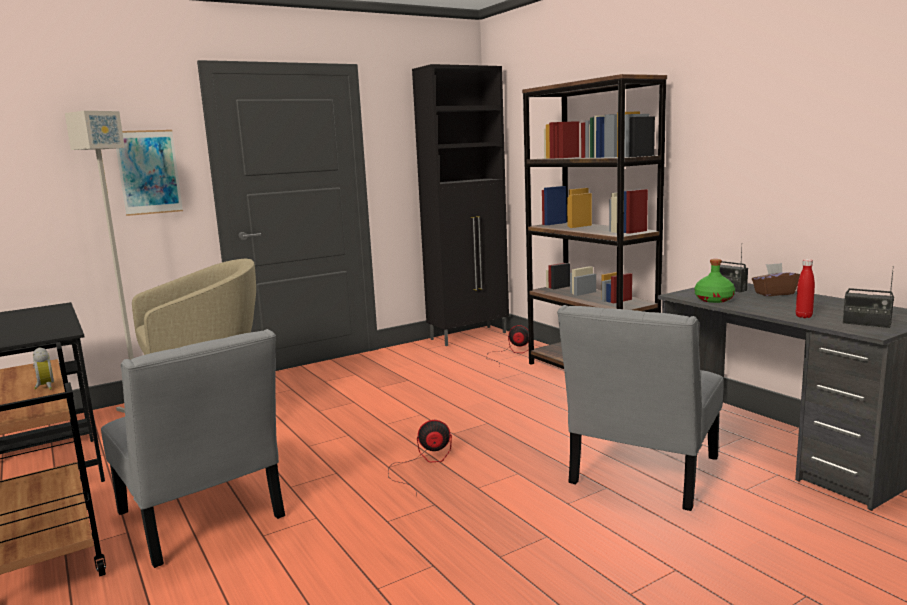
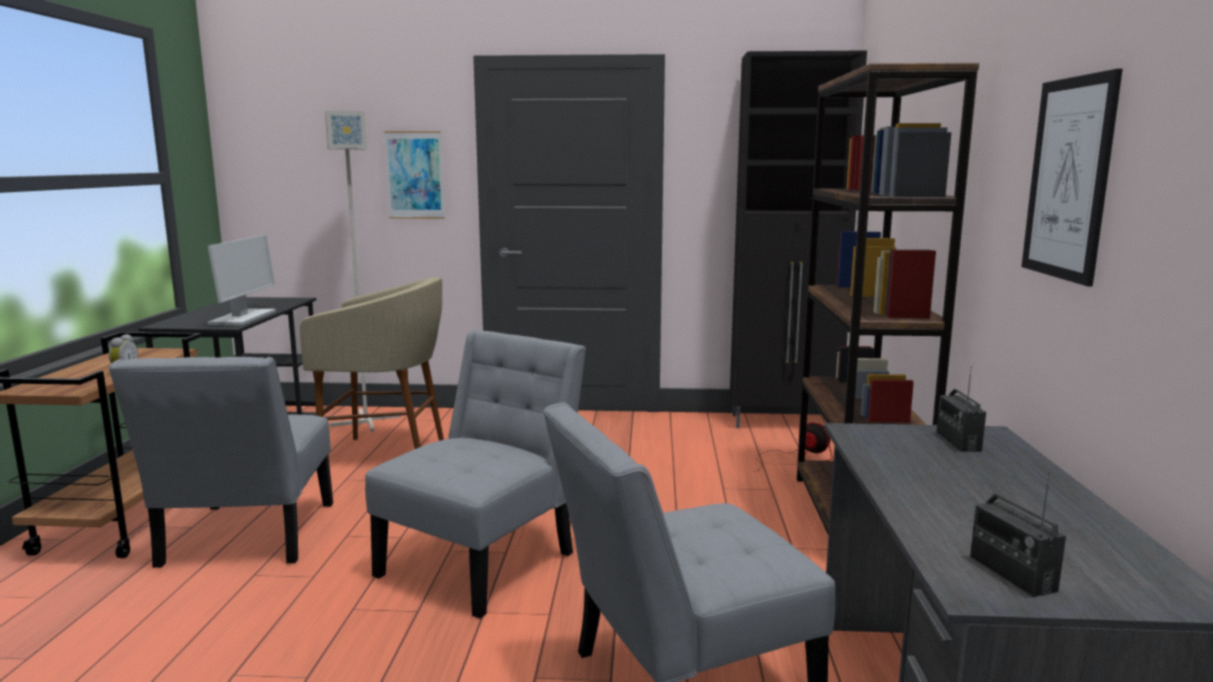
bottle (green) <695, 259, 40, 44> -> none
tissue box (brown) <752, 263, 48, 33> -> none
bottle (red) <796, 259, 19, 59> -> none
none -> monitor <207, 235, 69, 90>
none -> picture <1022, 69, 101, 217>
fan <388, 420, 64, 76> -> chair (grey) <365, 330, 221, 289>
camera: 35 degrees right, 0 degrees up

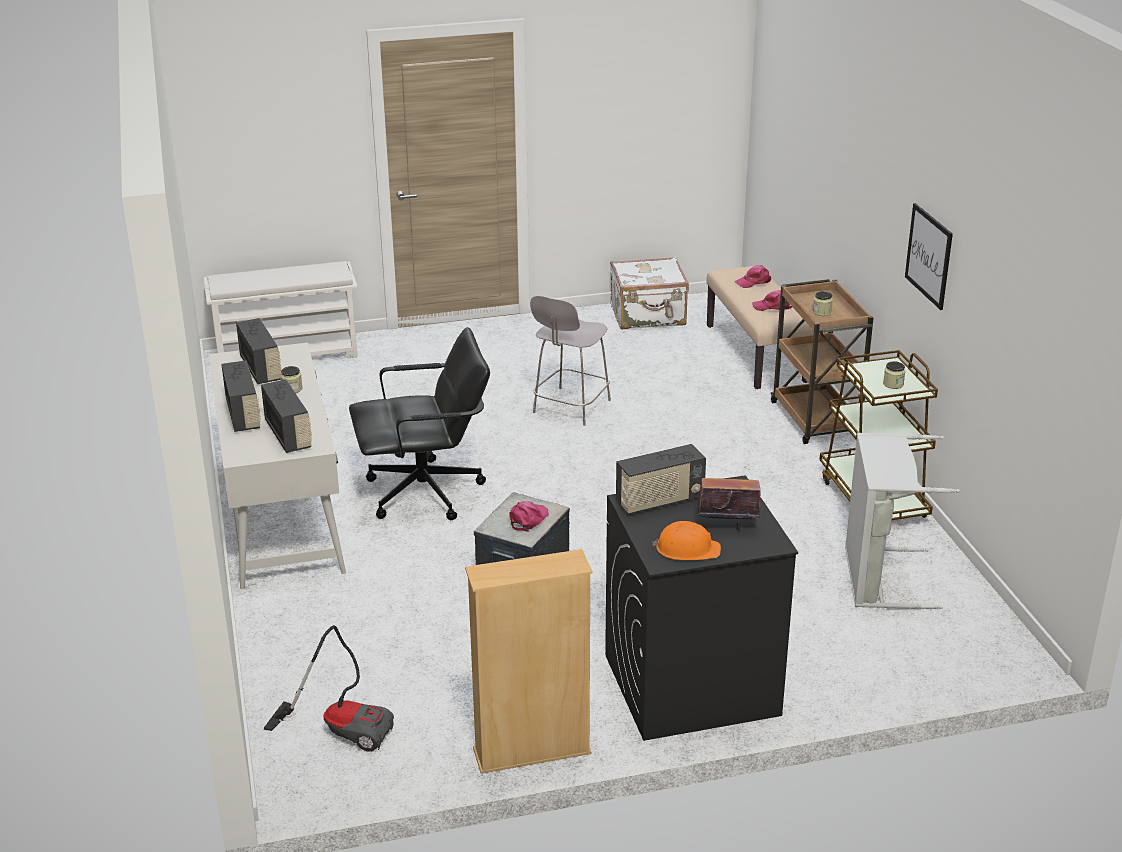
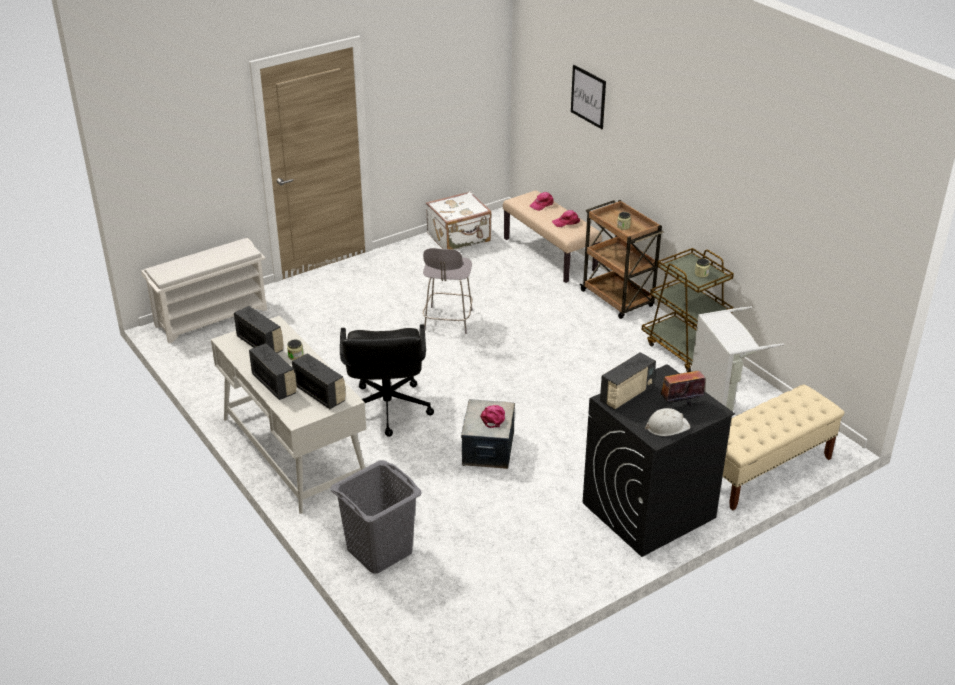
vacuum cleaner <264, 625, 130, 127> -> none
bookcase (beige) <465, 549, 128, 225> -> none
none -> laundry basket (grey) <330, 460, 92, 114>
none -> bench (beige) <723, 384, 122, 127>
picture <905, 203, 48, 107> -> picture <571, 65, 35, 64>, relocated
hard hat (orange) <652, 521, 69, 39> -> hard hat (white) <645, 408, 45, 28>
office chair (black) <349, 327, 141, 193> -> office chair (black) <340, 324, 94, 113>, 120 degrees clockwise
camera: 20 degrees left, 5 degrees up

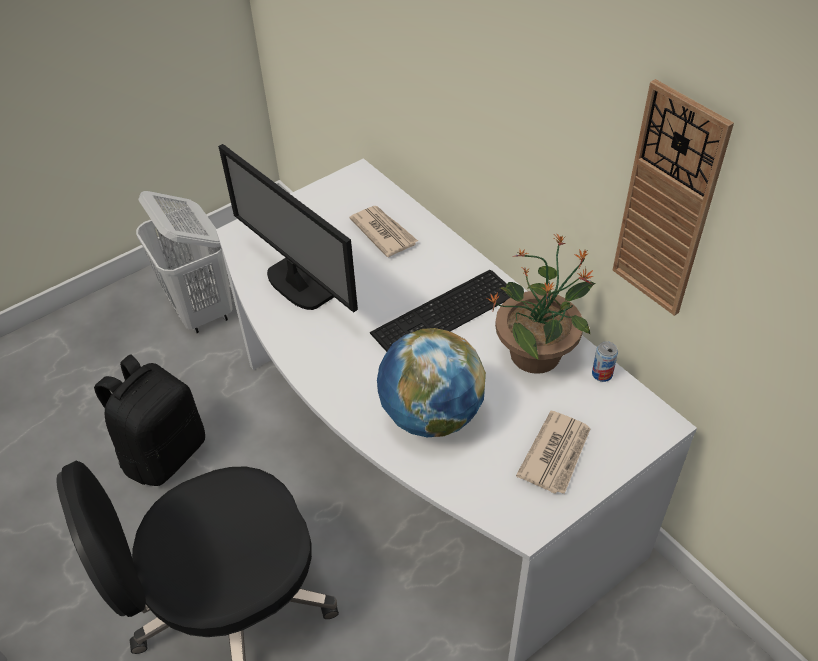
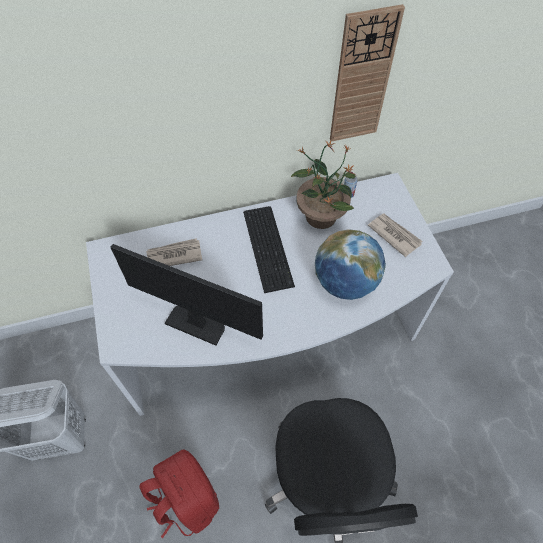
backpack (black) <94, 354, 111, 132> -> backpack (red) <139, 450, 80, 88>
monitor <218, 144, 140, 169> -> monitor <110, 244, 153, 101>, 135 degrees counterclockwise
camera: 70 degrees left, 10 degrees up

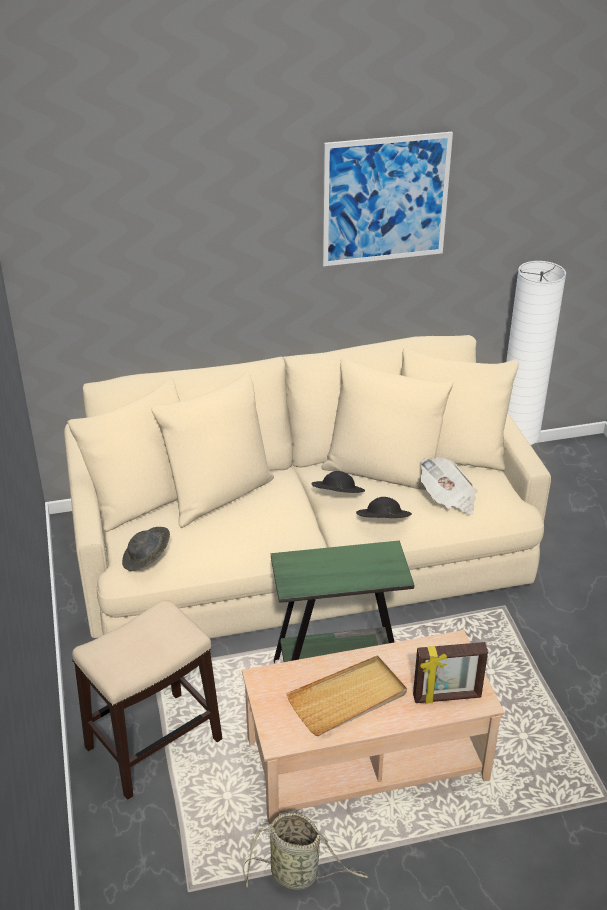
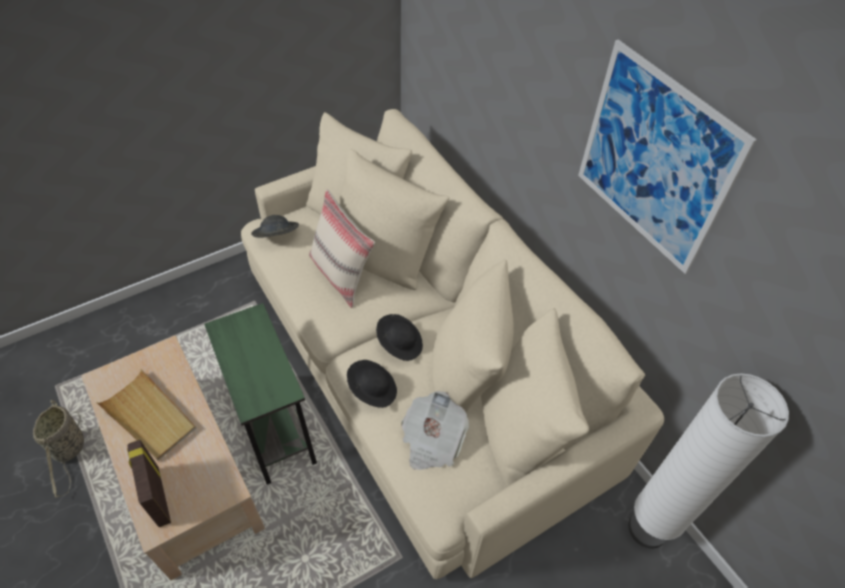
stool <72, 600, 150, 200> -> none
none -> pillow (beige) <309, 189, 66, 119>
camera: 70 degrees right, 15 degrees up

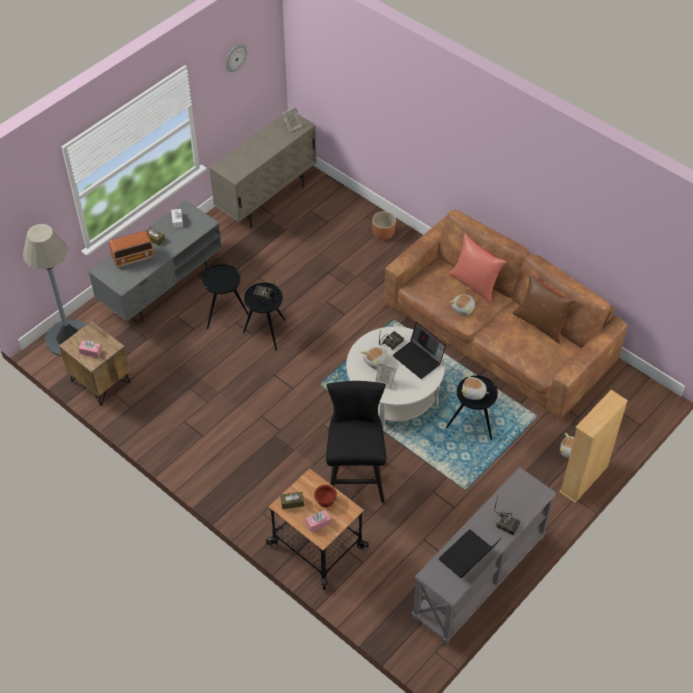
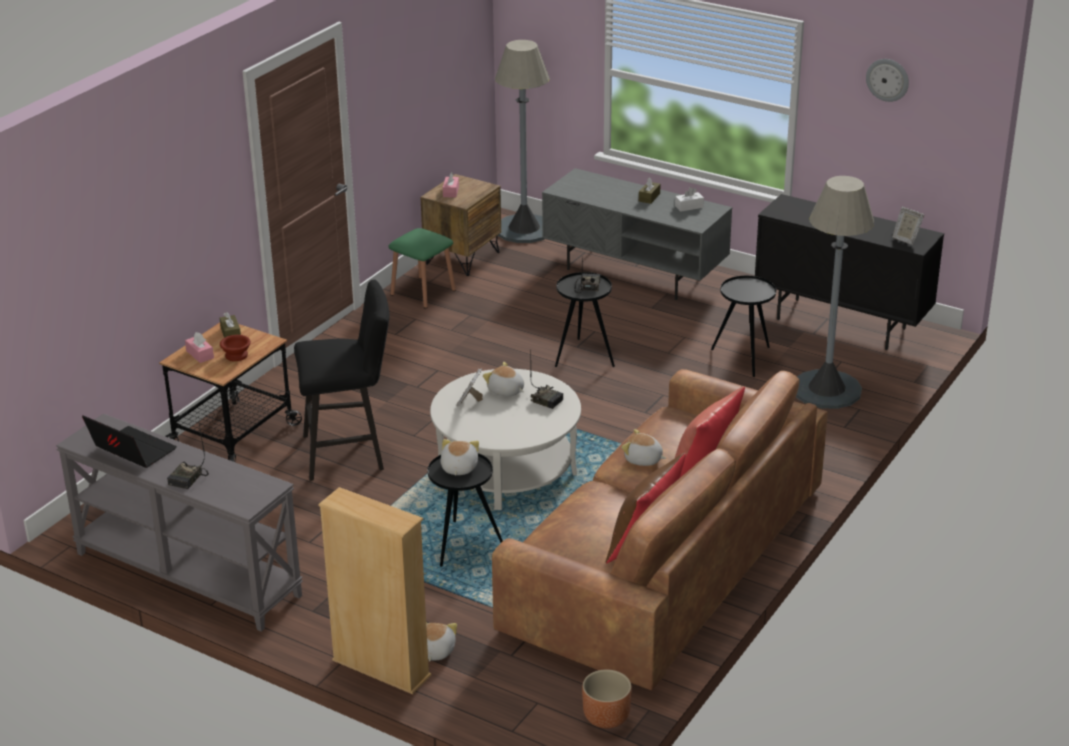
radio <109, 231, 45, 36> -> none
laptop <392, 322, 54, 57> -> none
none -> stool (green) <388, 228, 68, 81>
none -> floor lamp (grey) <796, 176, 78, 233>
side table (black) <202, 264, 47, 65> -> side table (black) <711, 276, 65, 101>, relocated
planter (brown) <372, 211, 24, 29> -> planter (brown) <582, 669, 50, 60>, relocated
cabinet (beige) <209, 115, 108, 113> -> cabinet (black) <755, 194, 189, 156>
camera: 80 degrees right, 20 degrees down

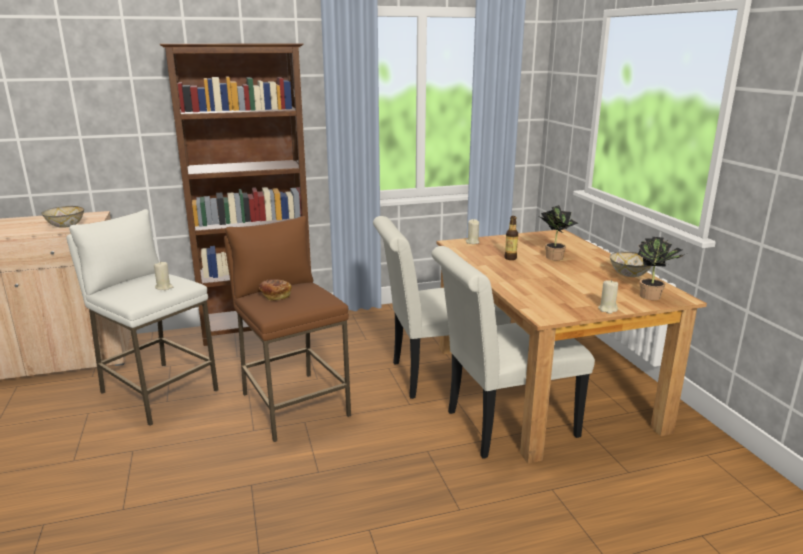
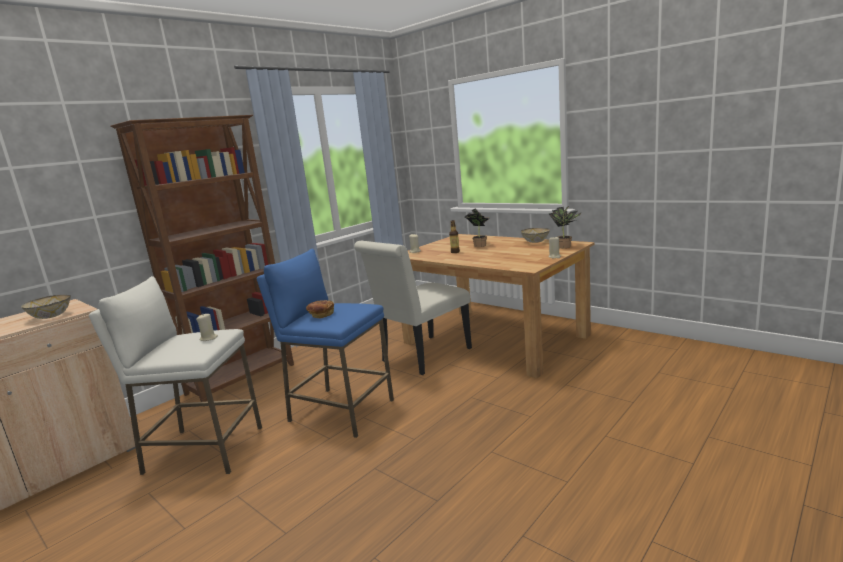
chair (white) <432, 246, 163, 213> -> none
stool (brown) <224, 216, 127, 226> -> stool (blue) <257, 249, 137, 189>
camera: 30 degrees left, 5 degrees down

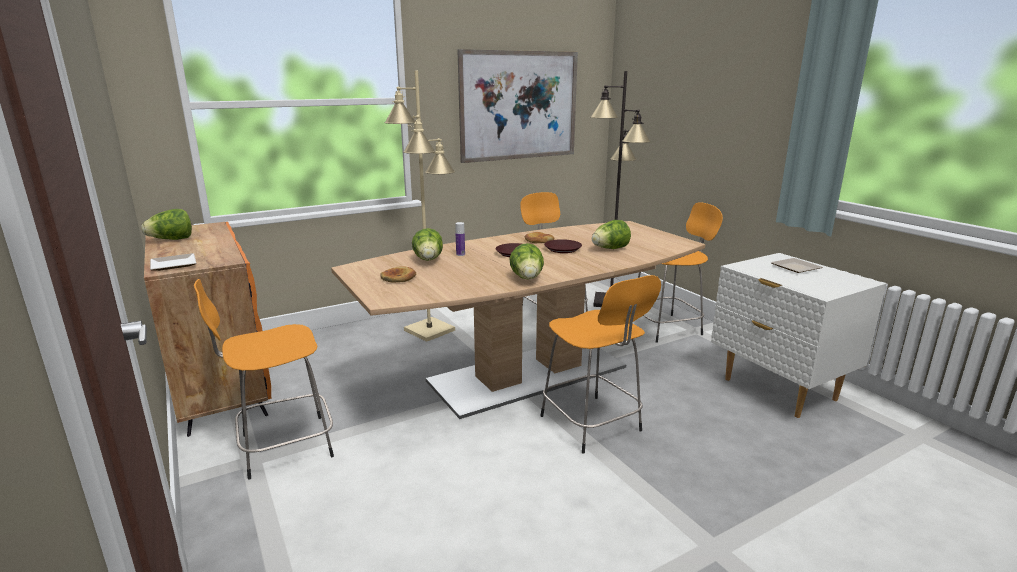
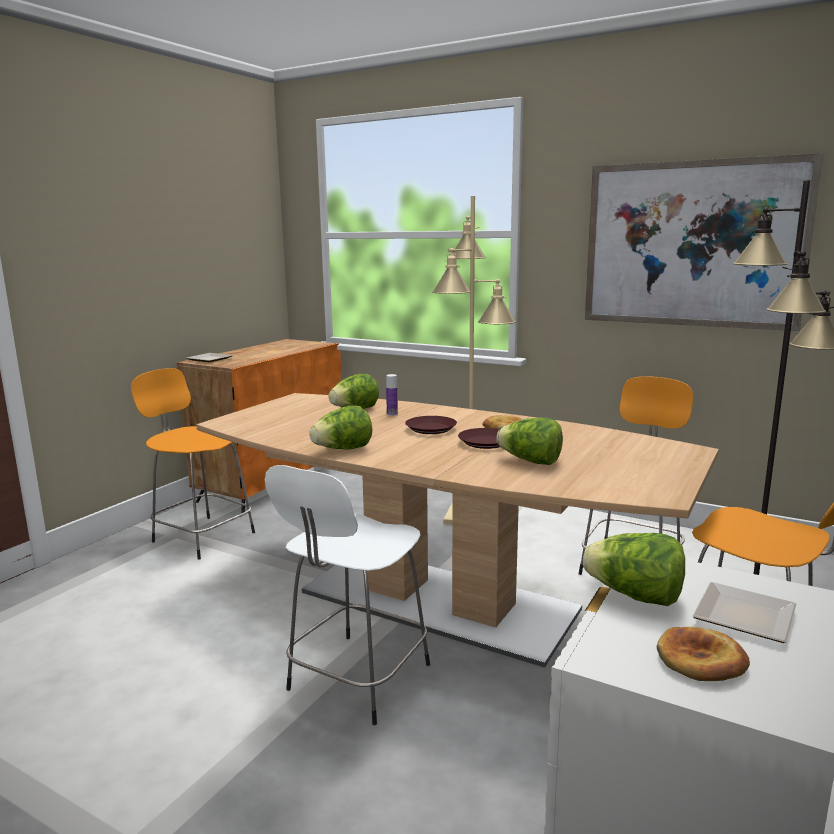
lettuce <142, 209, 50, 31> -> lettuce <583, 533, 102, 73>, relocated
bread <380, 266, 36, 17> -> bread <657, 627, 93, 54>, relocated
stool (orange) <541, 275, 120, 179> -> stool (white) <265, 465, 165, 260>
camera: 60 degrees right, 5 degrees down

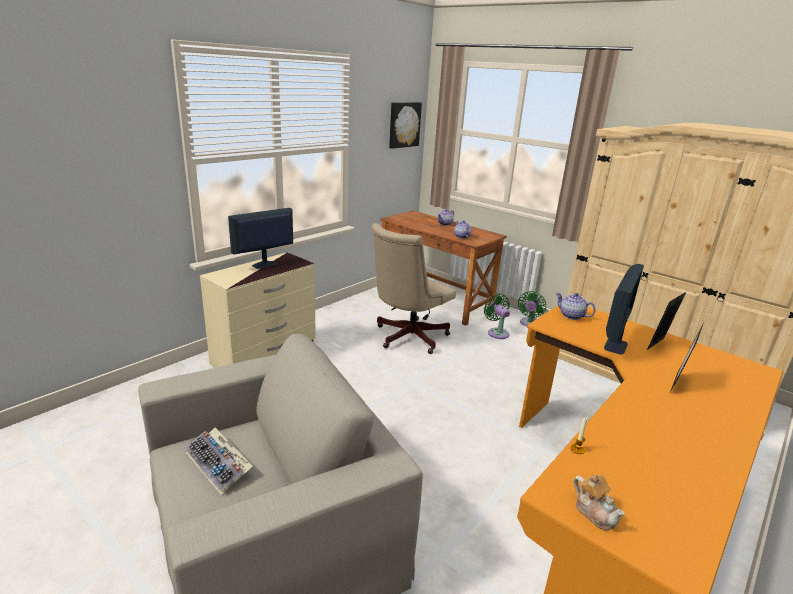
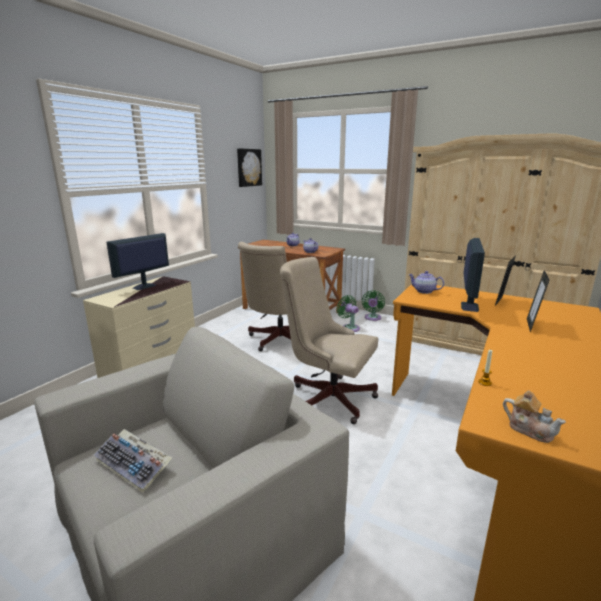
none -> office chair (beige) <280, 257, 98, 167>
camera: 10 degrees left, 5 degrees down

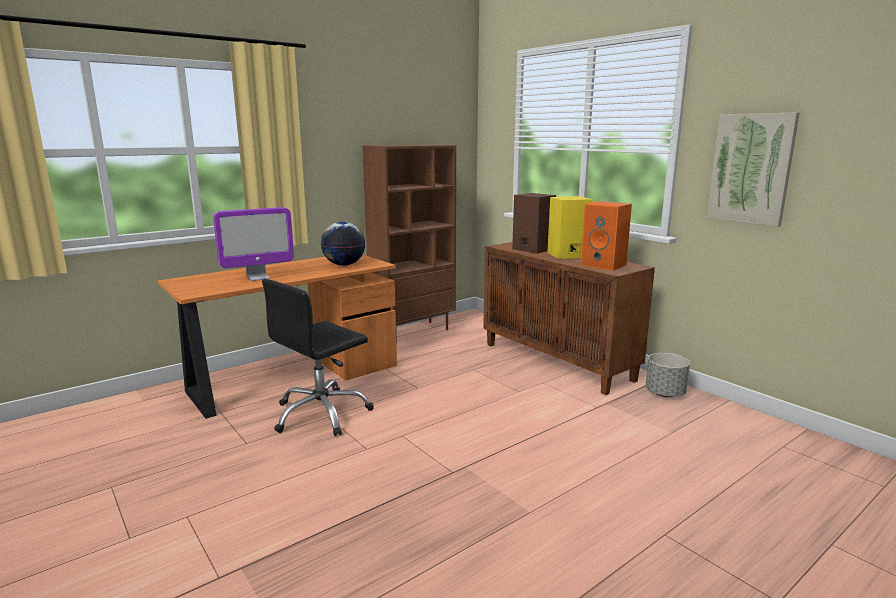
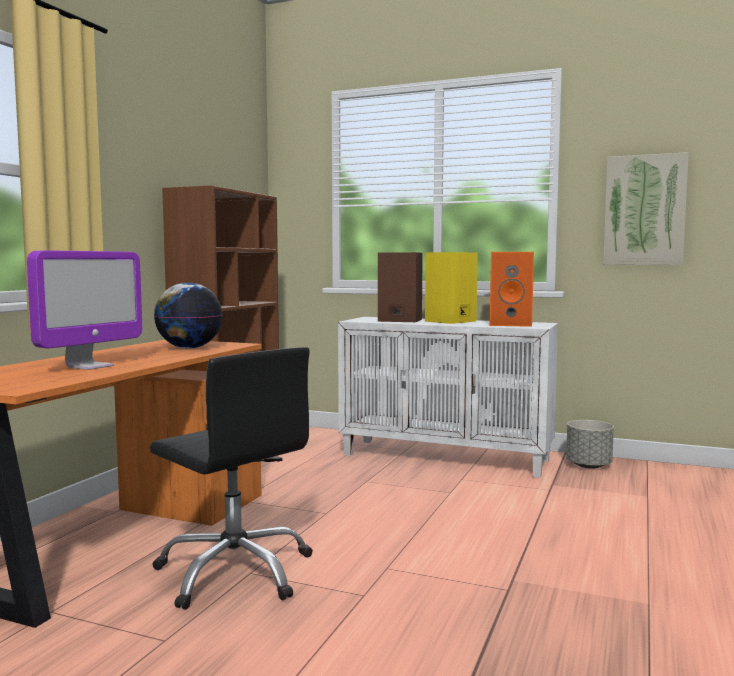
cabinet (brown) <483, 242, 172, 153> -> cabinet (white) <338, 317, 220, 161>
office chair (black) <262, 279, 112, 157> -> office chair (black) <150, 347, 163, 263>, 60 degrees counterclockwise
camera: 30 degrees left, 10 degrees down

